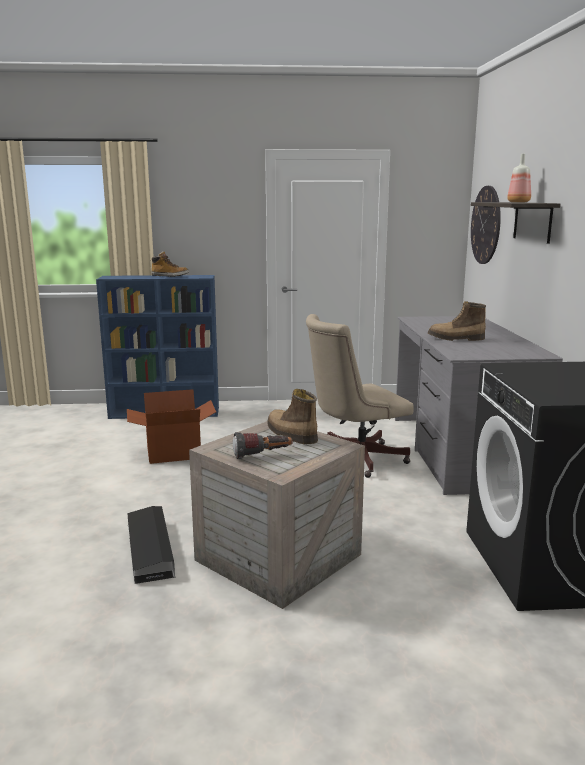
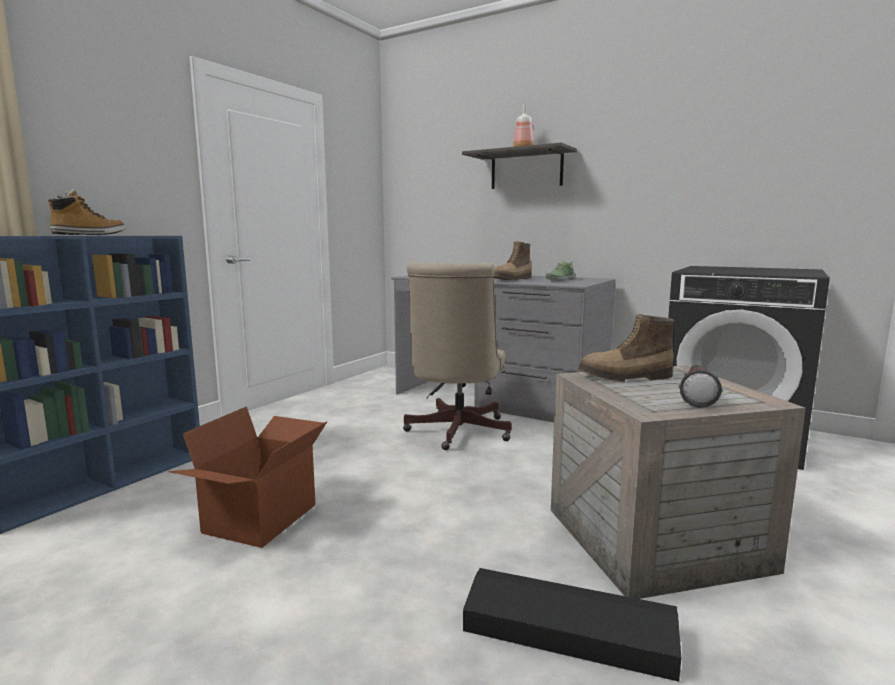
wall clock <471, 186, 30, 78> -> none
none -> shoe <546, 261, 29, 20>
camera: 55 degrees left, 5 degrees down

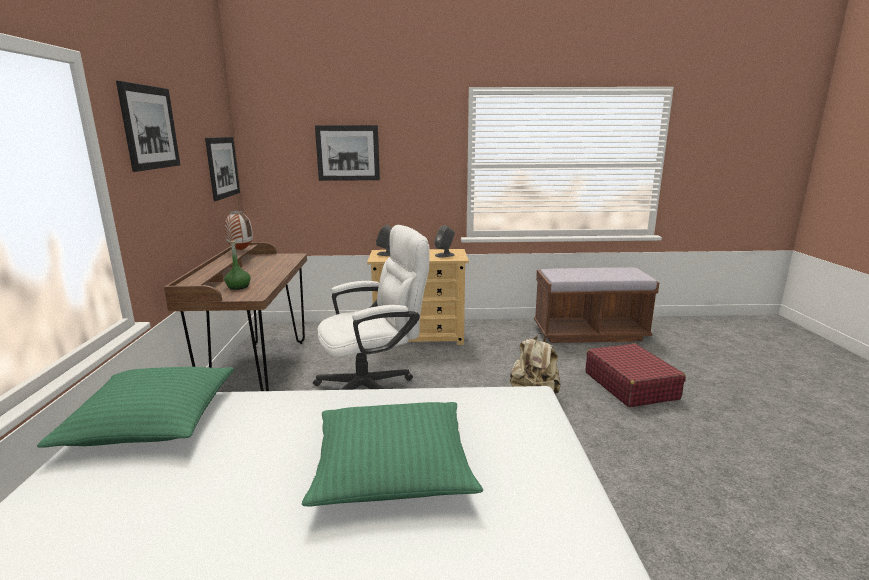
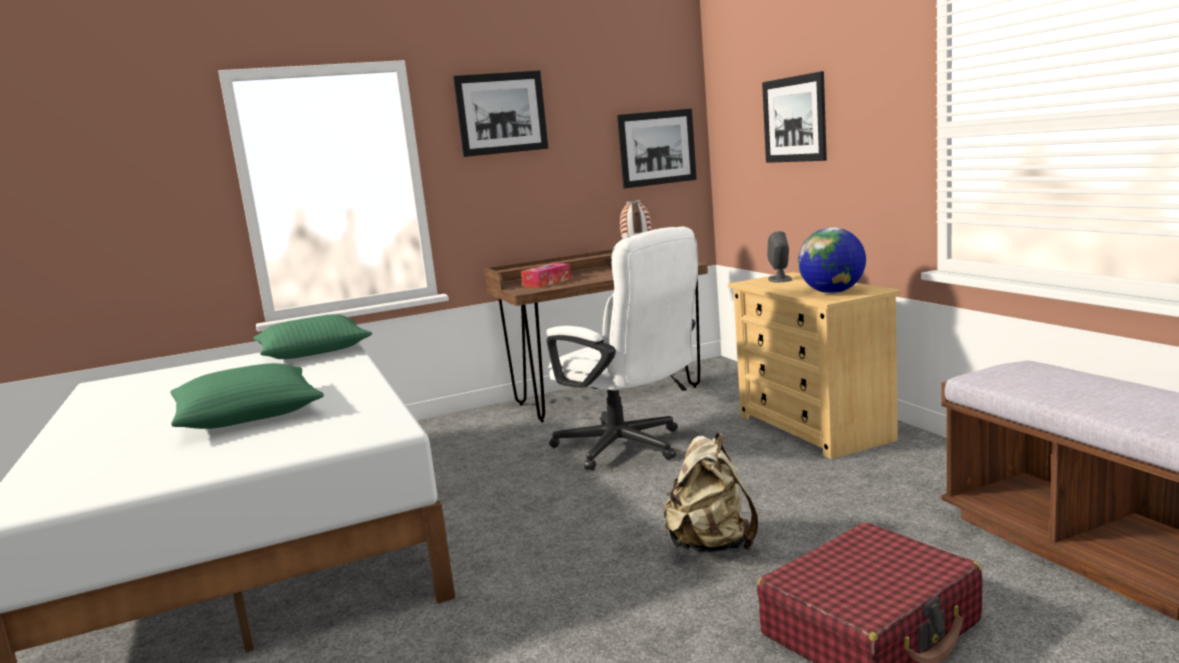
bottle (green) <224, 241, 27, 49> -> tissue box <521, 263, 50, 25>
speaker (grey) <435, 225, 20, 32> -> globe <798, 227, 68, 66>
camera: 70 degrees right, 5 degrees down

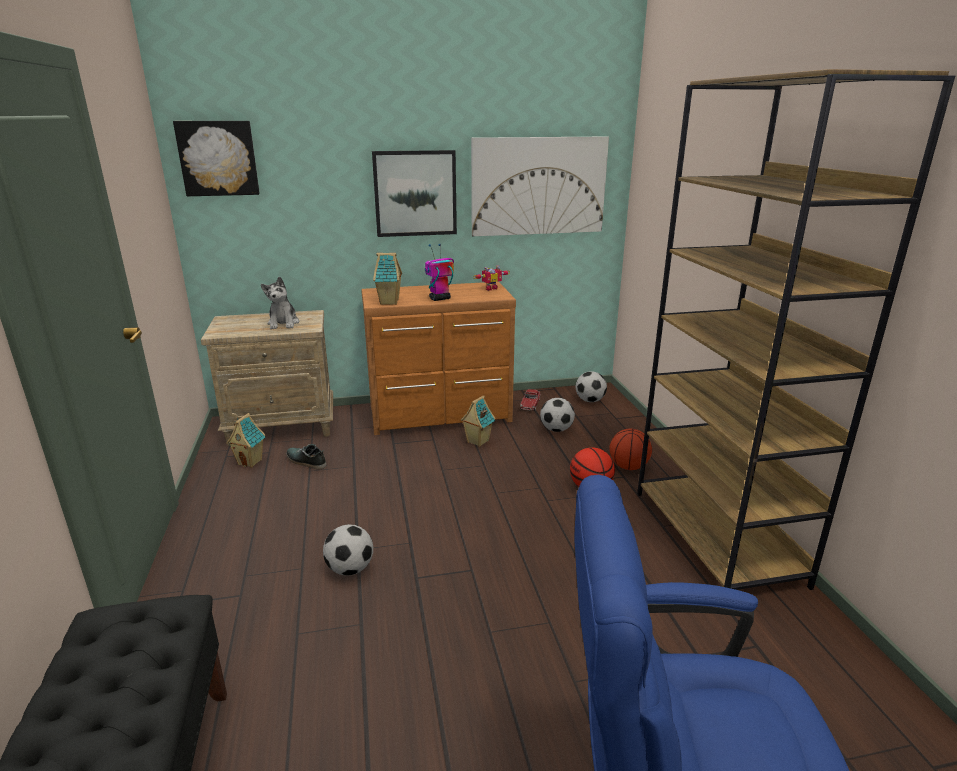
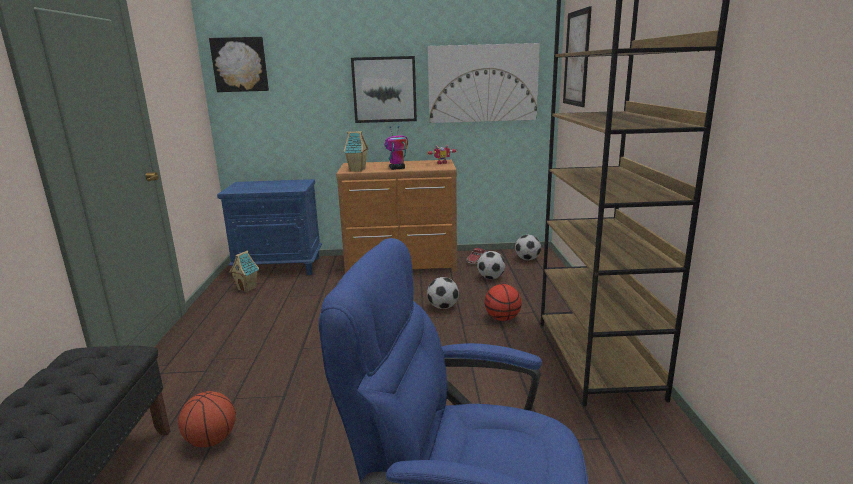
plush toy <261, 277, 38, 52> -> none
shoe <286, 444, 40, 26> -> none
toy house <461, 395, 35, 52> -> none
none -> picture <563, 6, 29, 101>
football <323, 524, 50, 52> -> football <427, 277, 32, 32>, relocated
basketball <609, 428, 43, 42> -> basketball <178, 391, 58, 56>, relocated
nightstand (beige) <201, 310, 132, 136> -> nightstand (blue) <217, 179, 105, 96>
camera: 10 degrees right, 5 degrees down

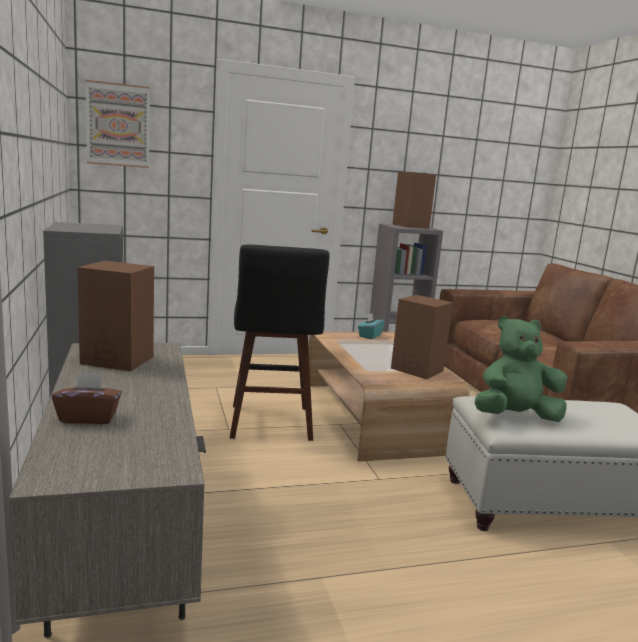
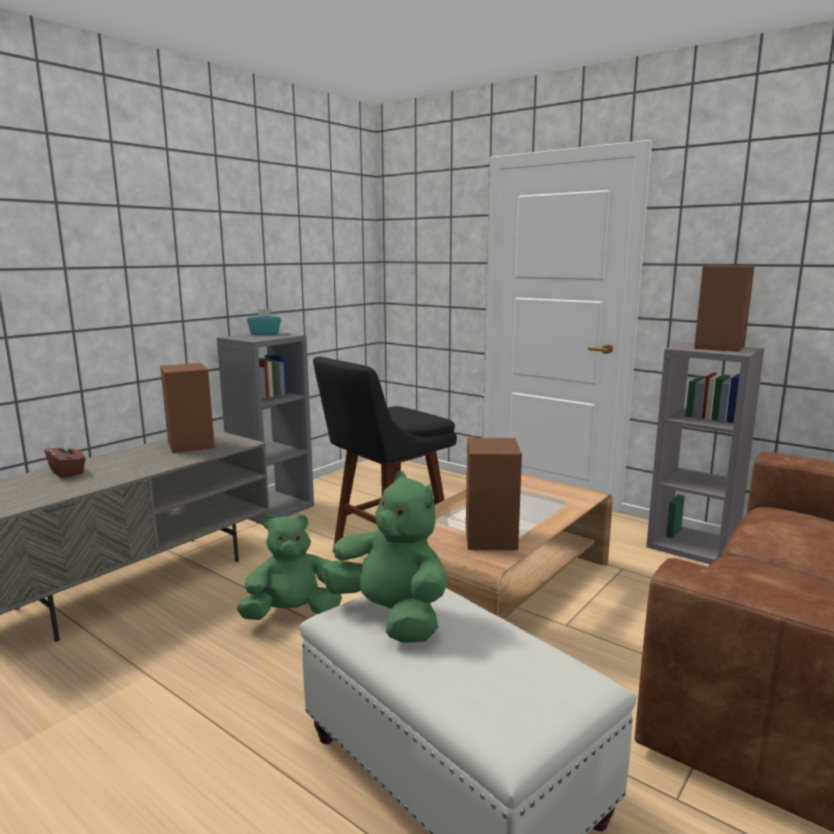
picture <86, 80, 64, 88> -> none
none -> plush toy (green) <237, 514, 105, 106>
tissue box (turquoise) <358, 313, 27, 26> -> tissue box (turquoise) <247, 308, 34, 27>, relocated
camera: 55 degrees right, 0 degrees up

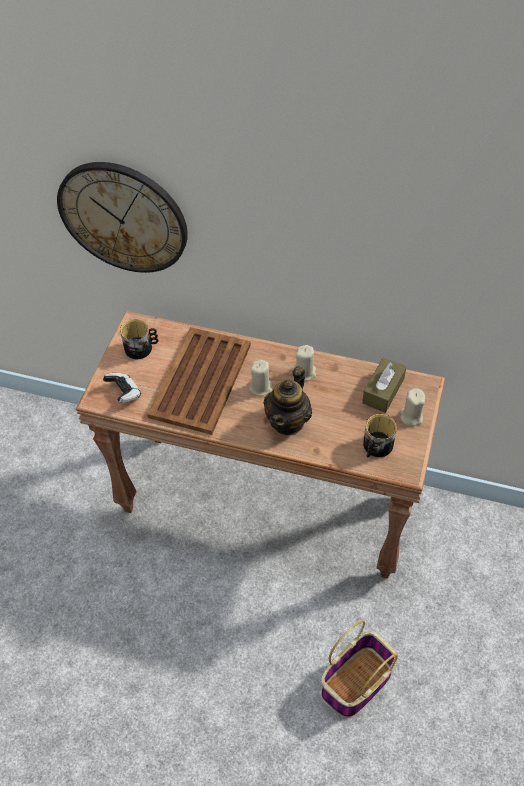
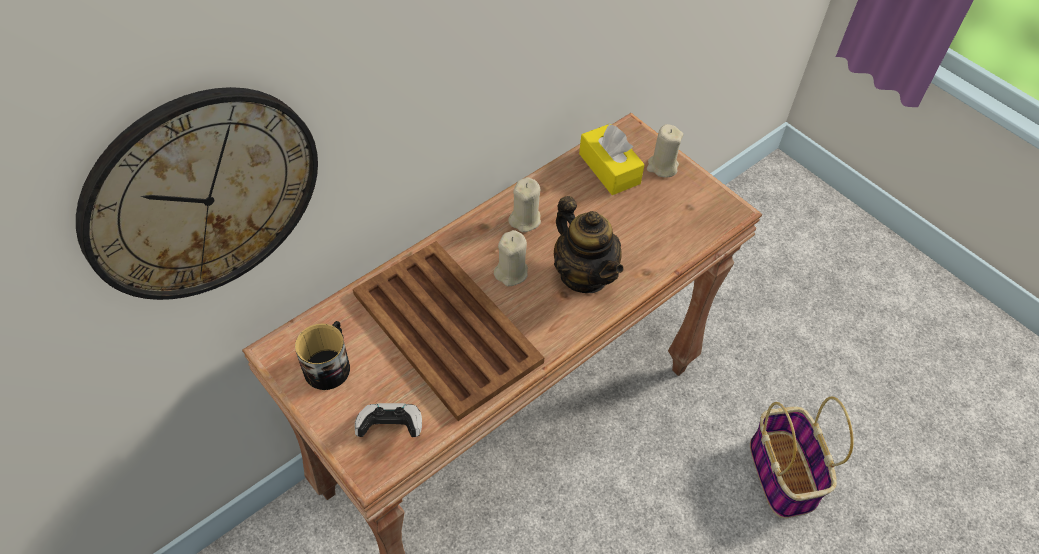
mug <363, 414, 34, 43> -> none
tissue box (brown) <362, 357, 44, 56> -> tissue box (yellow) <579, 124, 66, 71>
camera: 60 degrees left, 0 degrees up

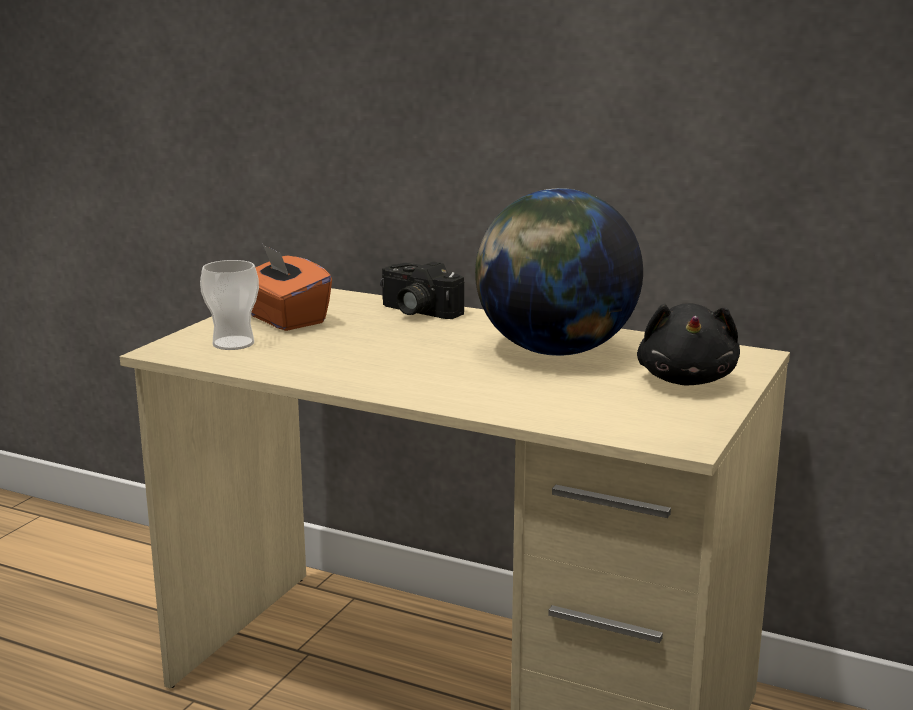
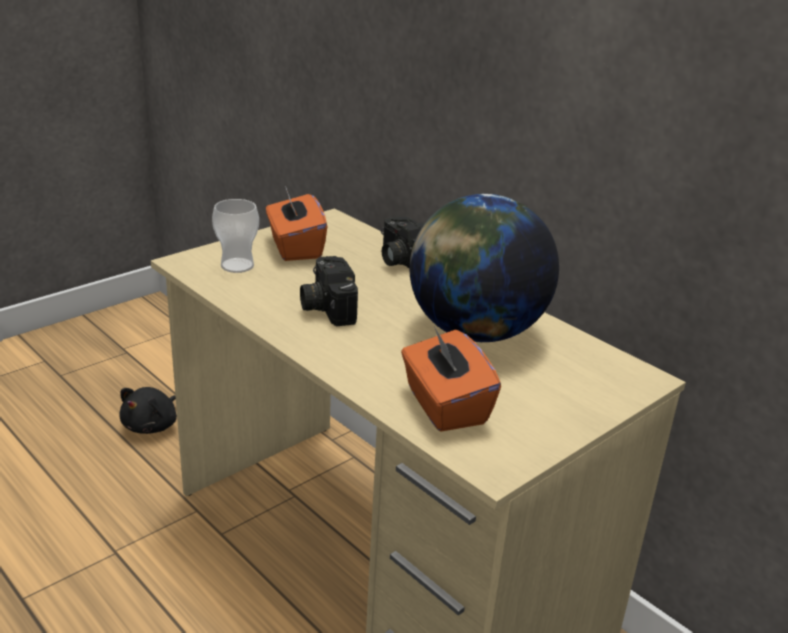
none -> photo camera <300, 256, 58, 70>
none -> tissue box (orange) <401, 326, 100, 106>
plush toy (black) <637, 303, 103, 82> -> plush toy (black) <119, 387, 58, 47>, relocated
camera: 20 degrees right, 10 degrees up

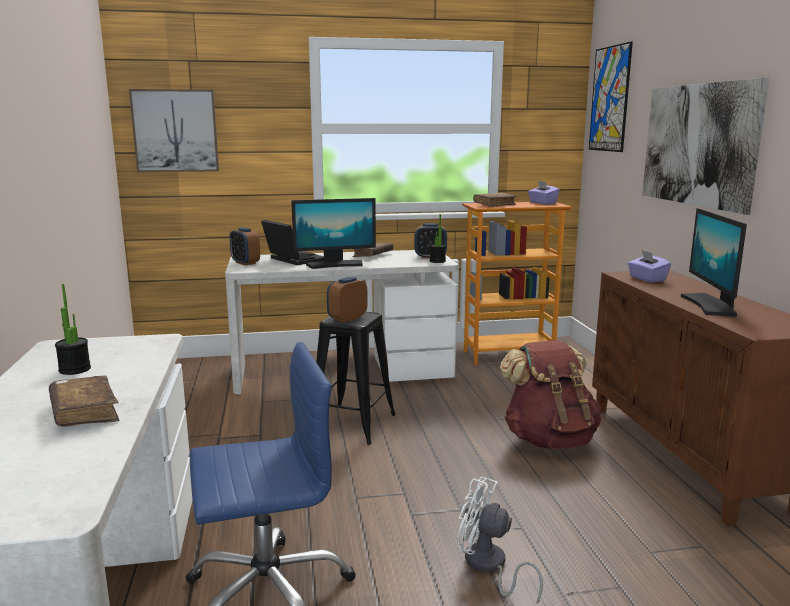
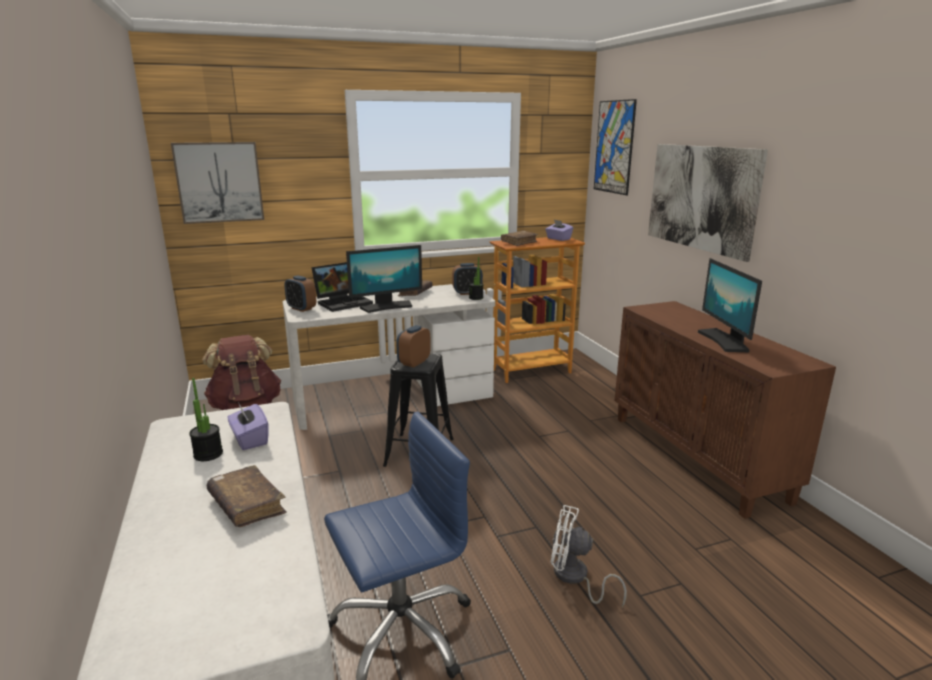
backpack (brown) <500, 340, 101, 109> -> backpack (brown) <203, 335, 78, 75>, relocated
tissue box (purple) <628, 250, 43, 33> -> tissue box (purple) <228, 402, 41, 48>, relocated
laptop <261, 220, 63, 45> -> laptop <311, 262, 62, 50>, 105 degrees clockwise
camera: 10 degrees left, 5 degrees up

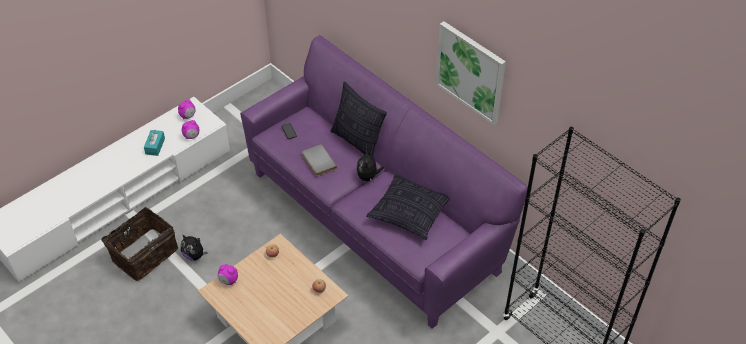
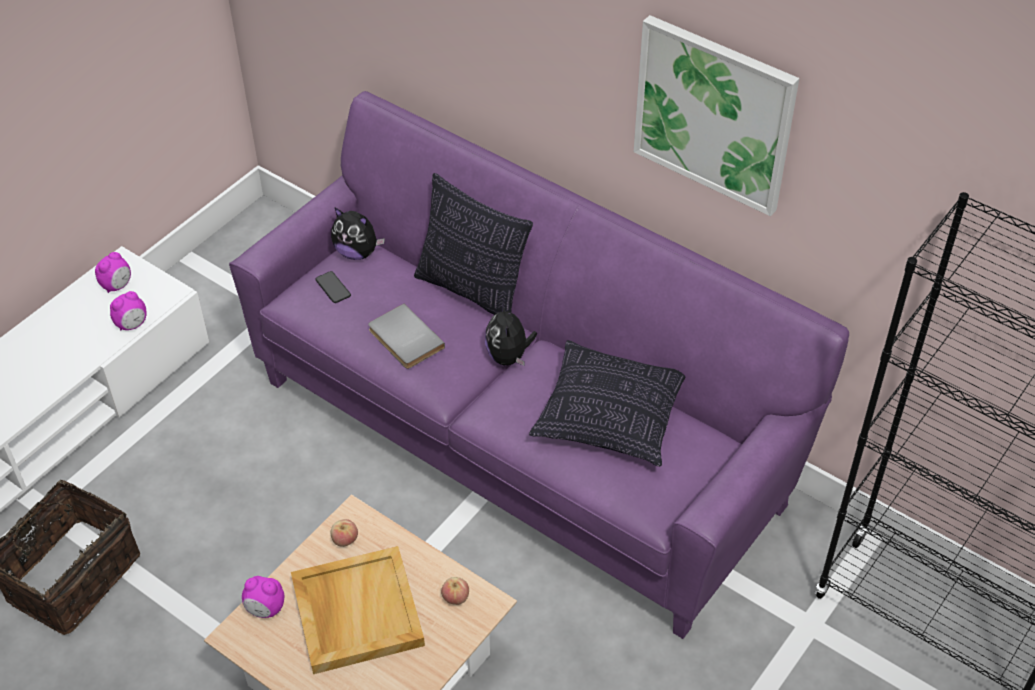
tissue box (turquoise) <144, 130, 21, 26> -> none
none -> tray (beige) <291, 546, 134, 128>
plush toy <181, 234, 27, 27> -> plush toy <331, 207, 54, 53>, relocated
camera: 10 degrees left, 0 degrees up

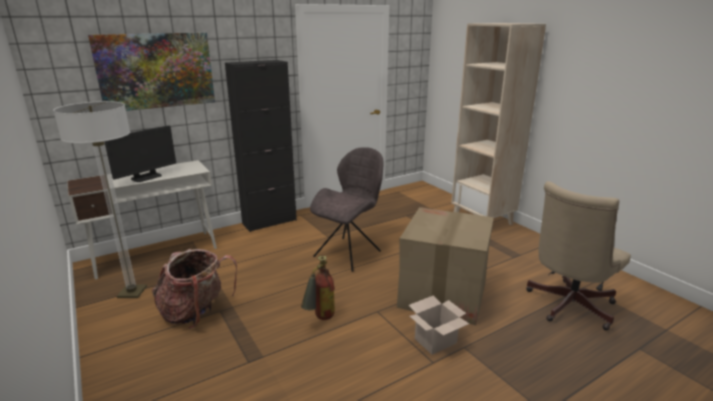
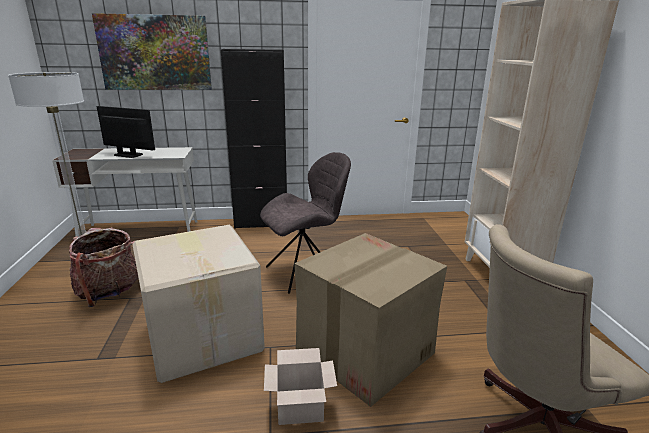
fire extinguisher <301, 256, 34, 64> -> cardboard box <132, 225, 133, 158>
monitor <104, 125, 72, 57> -> monitor <97, 106, 58, 52>, 135 degrees counterclockwise
camera: 25 degrees right, 0 degrees up

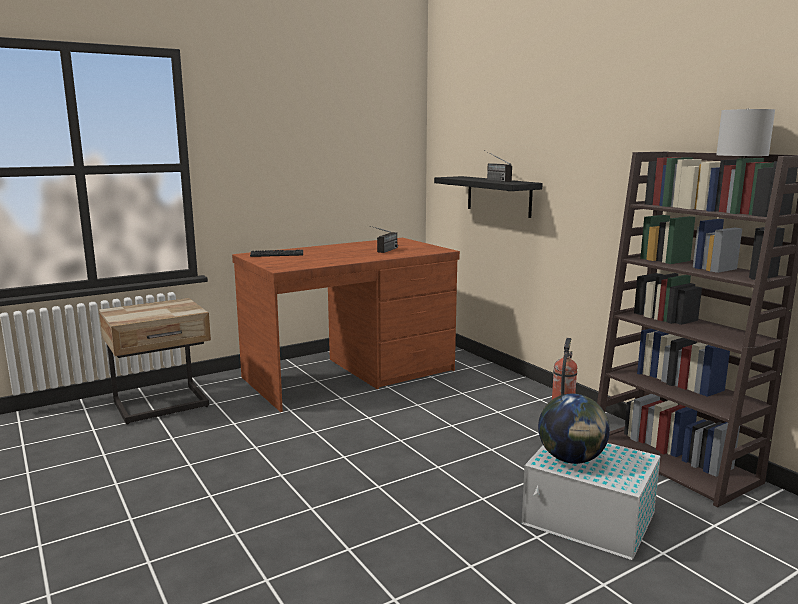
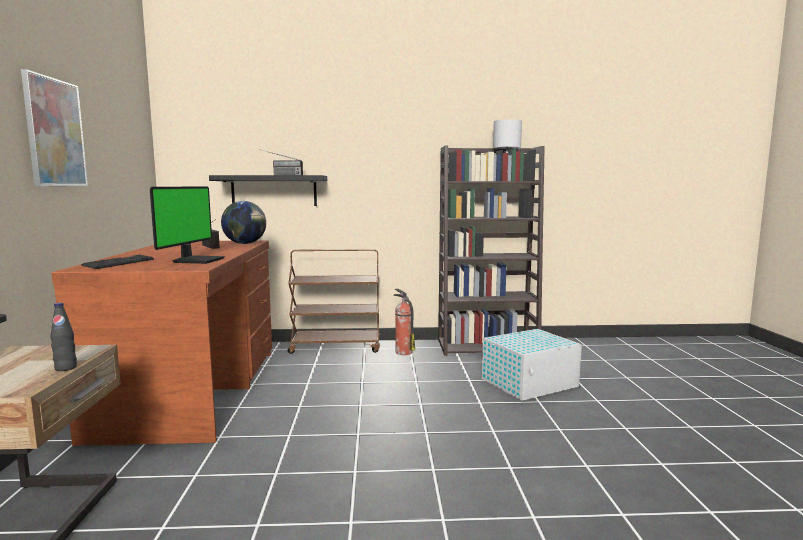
none -> picture <21, 69, 67, 117>
none -> bottle (black) <50, 302, 27, 69>
none -> monitor <150, 186, 75, 78>
none -> cart (brown) <288, 249, 92, 105>
globe <538, 394, 72, 70> -> globe <221, 201, 45, 43>, relocated
camera: 60 degrees left, 5 degrees down

